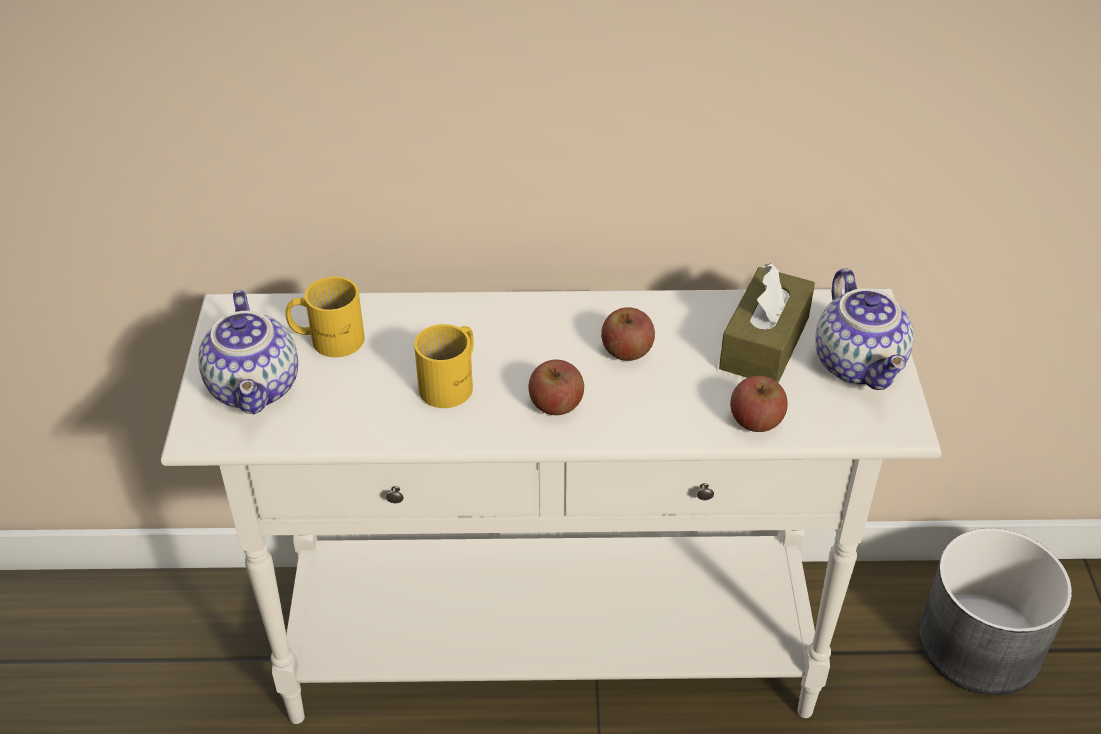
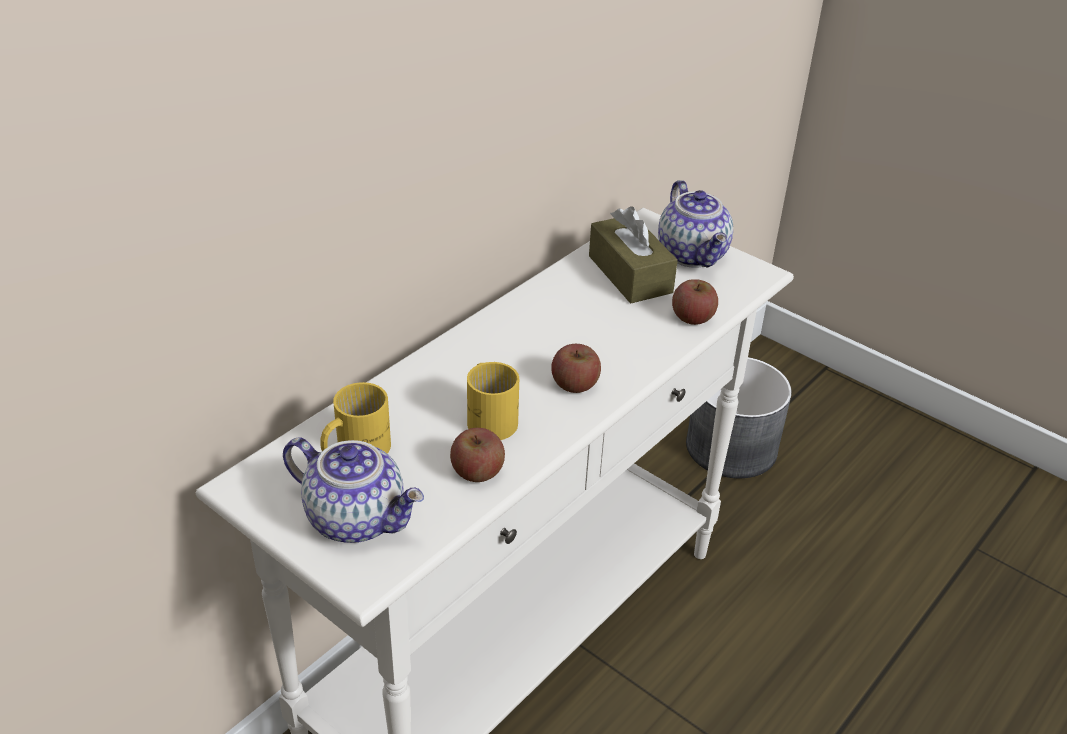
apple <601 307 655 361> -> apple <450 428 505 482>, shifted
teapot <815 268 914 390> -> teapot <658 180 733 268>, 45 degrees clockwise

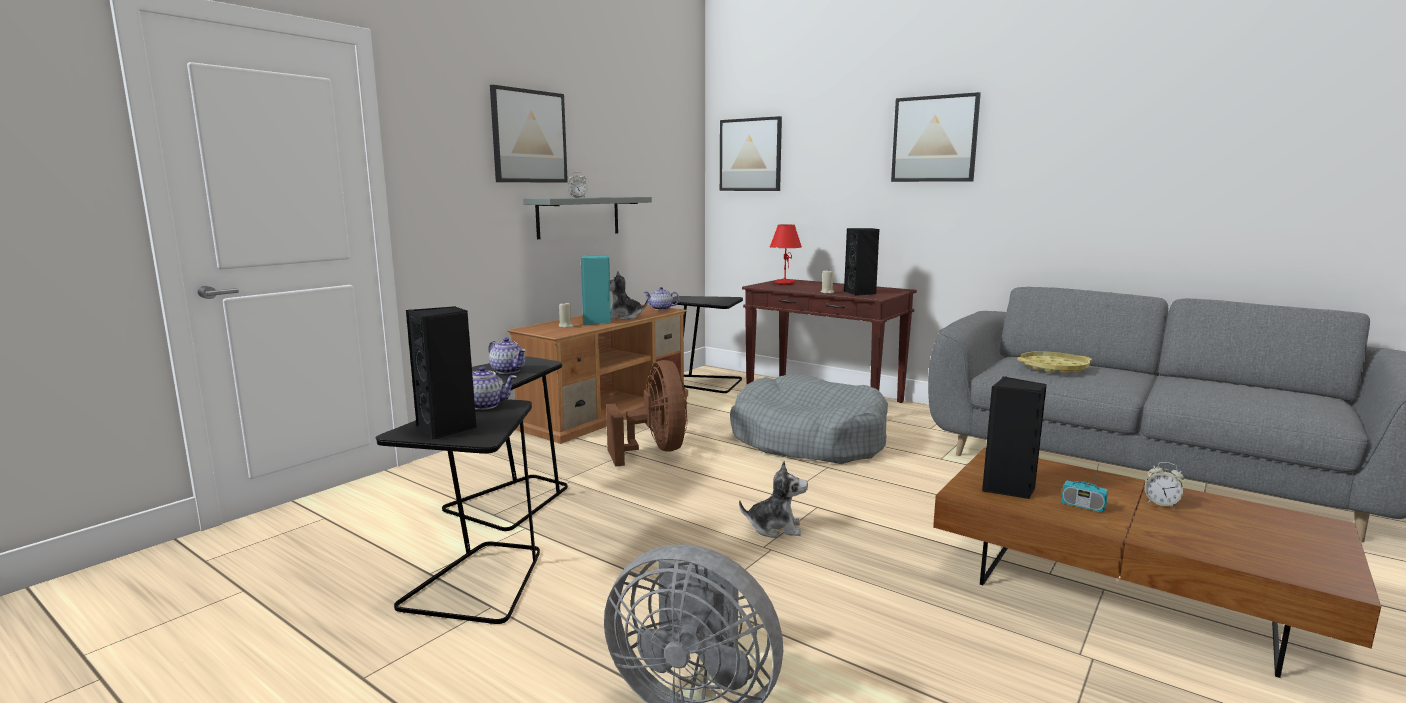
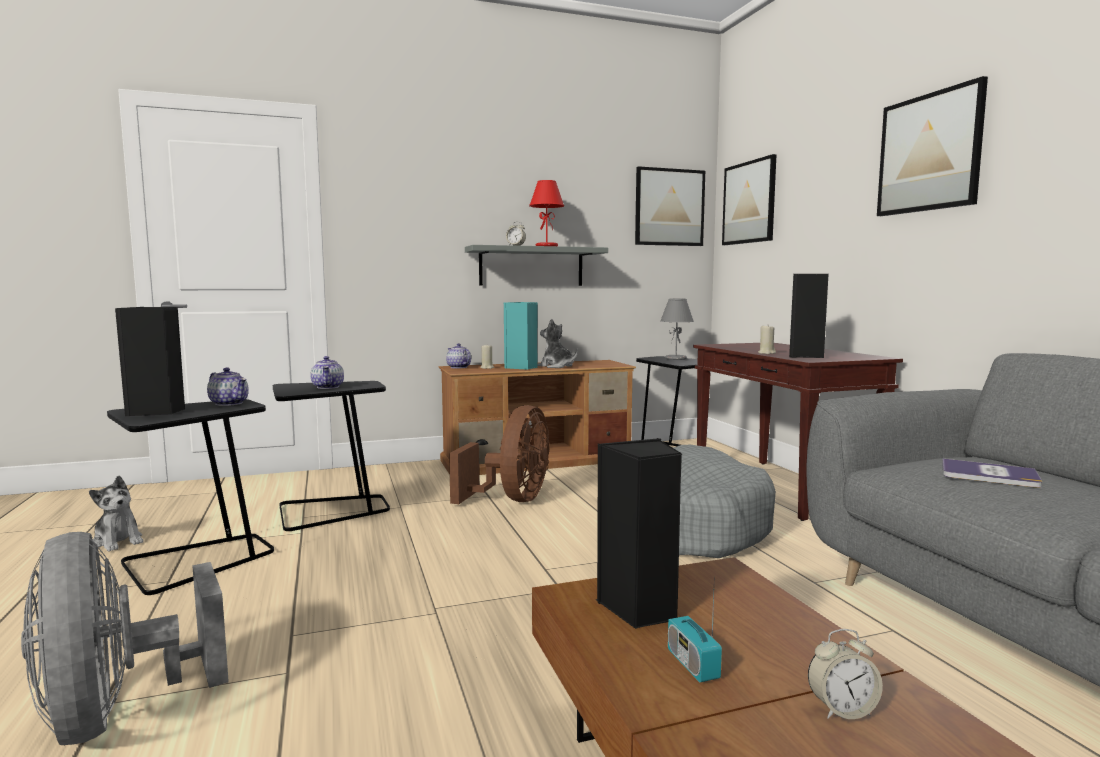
picture <490 85 568 183> -> picture <635 166 705 246>, shifted
teapot <644 287 679 310> -> teapot <446 343 471 369>, shifted
plush toy <739 461 808 538> -> plush toy <89 476 143 552>, shifted
red table lamp <770 224 802 285> -> red table lamp <529 180 564 246>, shifted
yellow tray <1017 351 1092 374> -> book <942 459 1042 488>
alarm clock <1144 462 1184 508> -> alarm clock <808 629 883 719>, 75 degrees counterclockwise
none -> grey table lamp <660 299 694 360>

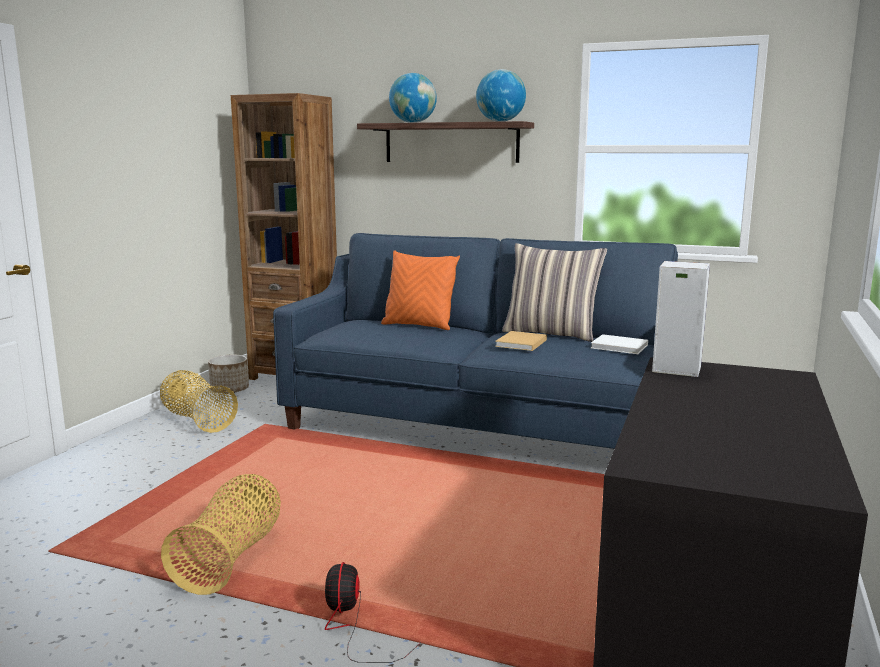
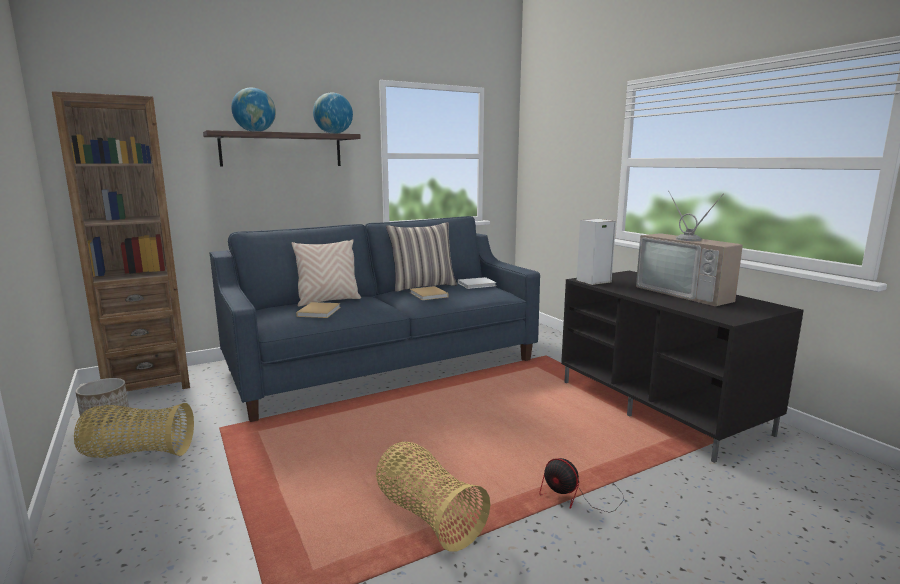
orange pillow <381 250 460 330> -> beige pillow <291 239 361 307>
none -> beige book <296 302 341 318>
none -> television <636 190 743 306>

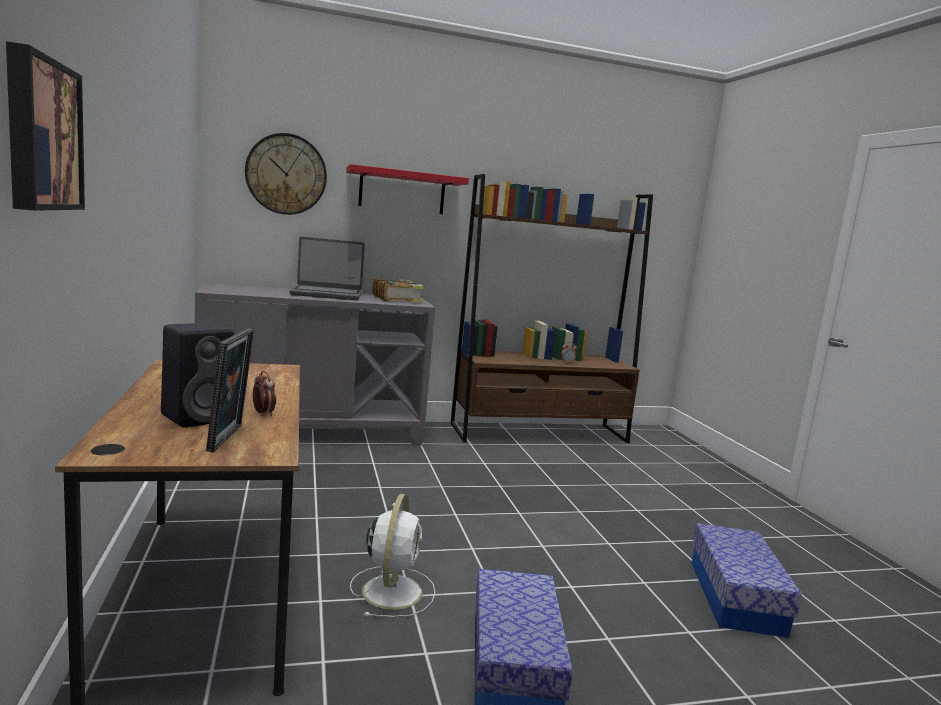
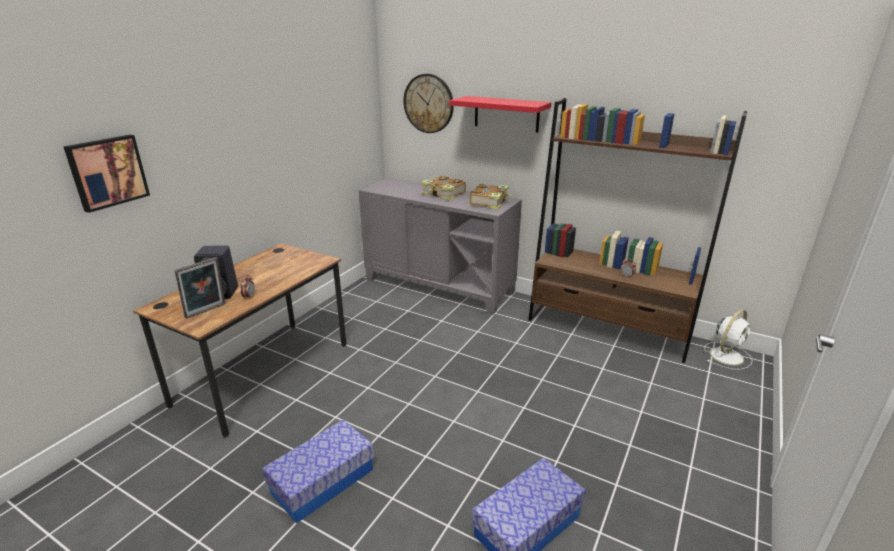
laptop <289 237 365 300> -> book <421 176 466 200>
white fan <350 494 435 617> -> white fan <704 309 752 370>, shifted

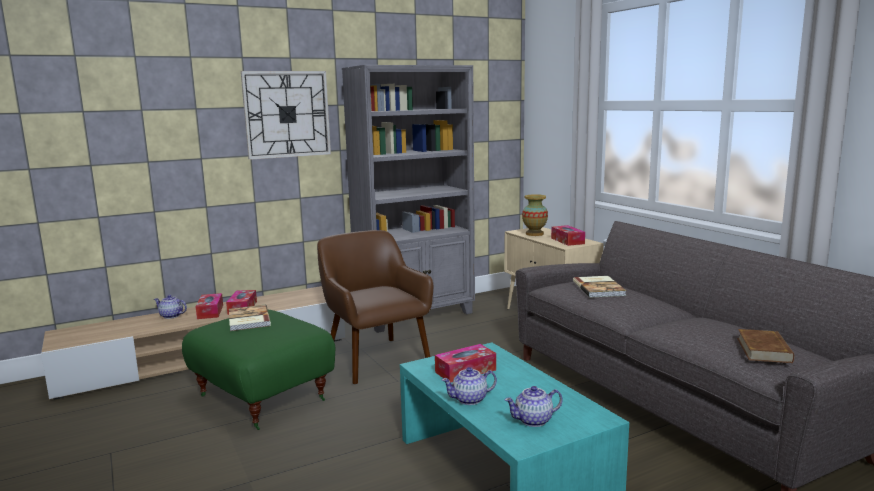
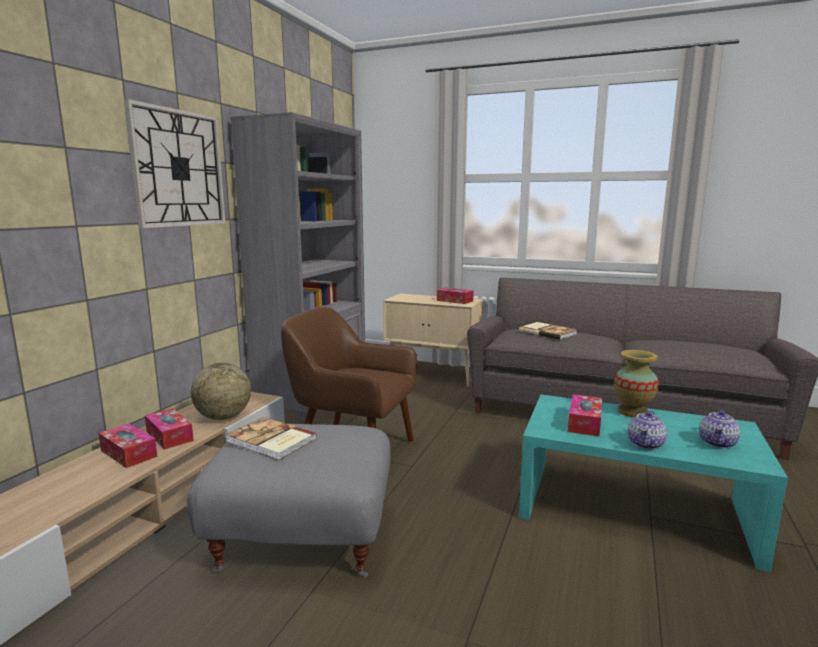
teapot <154 295 187 319> -> none
green ottoman <182 310 335 430> -> grey ottoman <187 424 390 578>
vase <522 194 548 236> -> vase <614 350 659 418>, shifted
brown book <737 329 794 363> -> none
none -> globe <191 363 251 420>

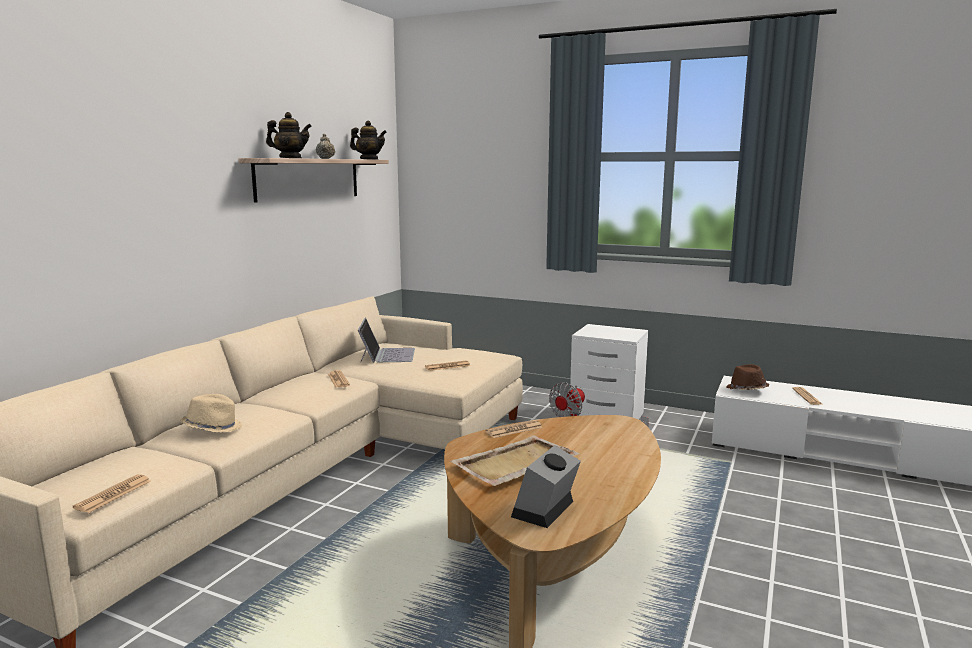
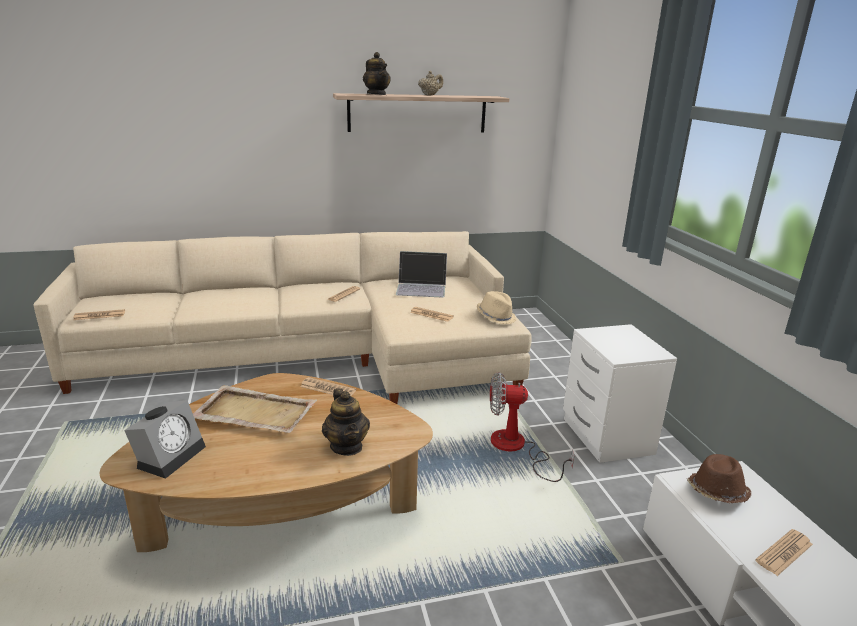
beige hat <180 394 243 433> -> beige hat <477 291 516 324>, shifted
teapot <350 121 387 160> -> teapot <322 388 370 456>, shifted
laptop <358 318 415 363> -> laptop <396 251 447 298>, 45 degrees clockwise
alarm clock <511 445 581 528> -> alarm clock <124 400 206 479>, 120 degrees clockwise

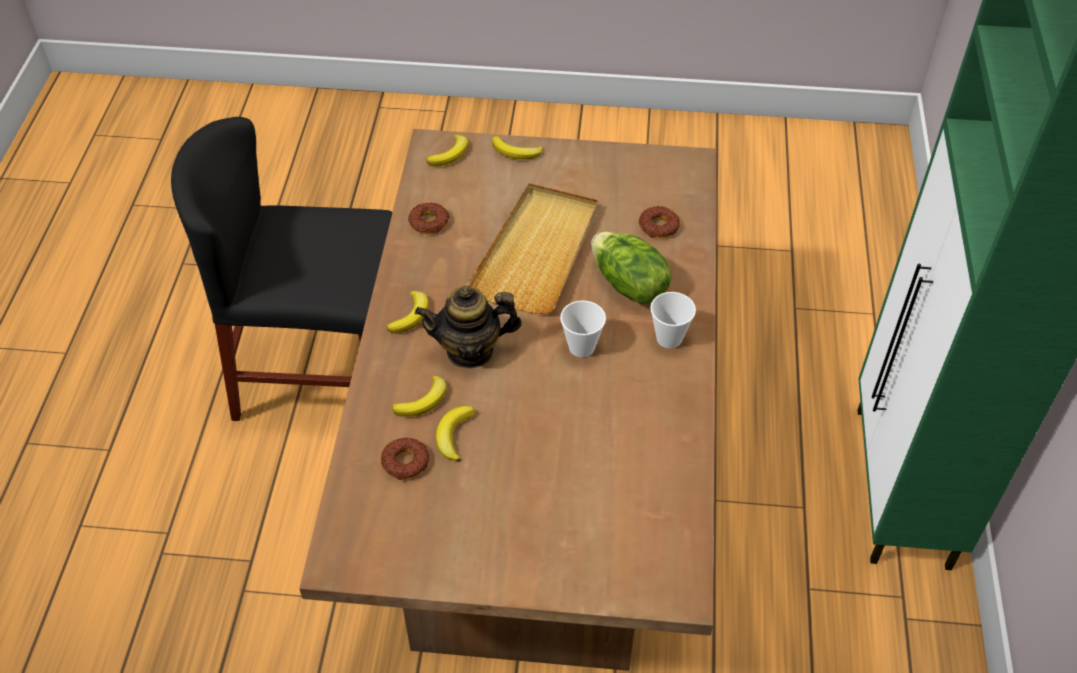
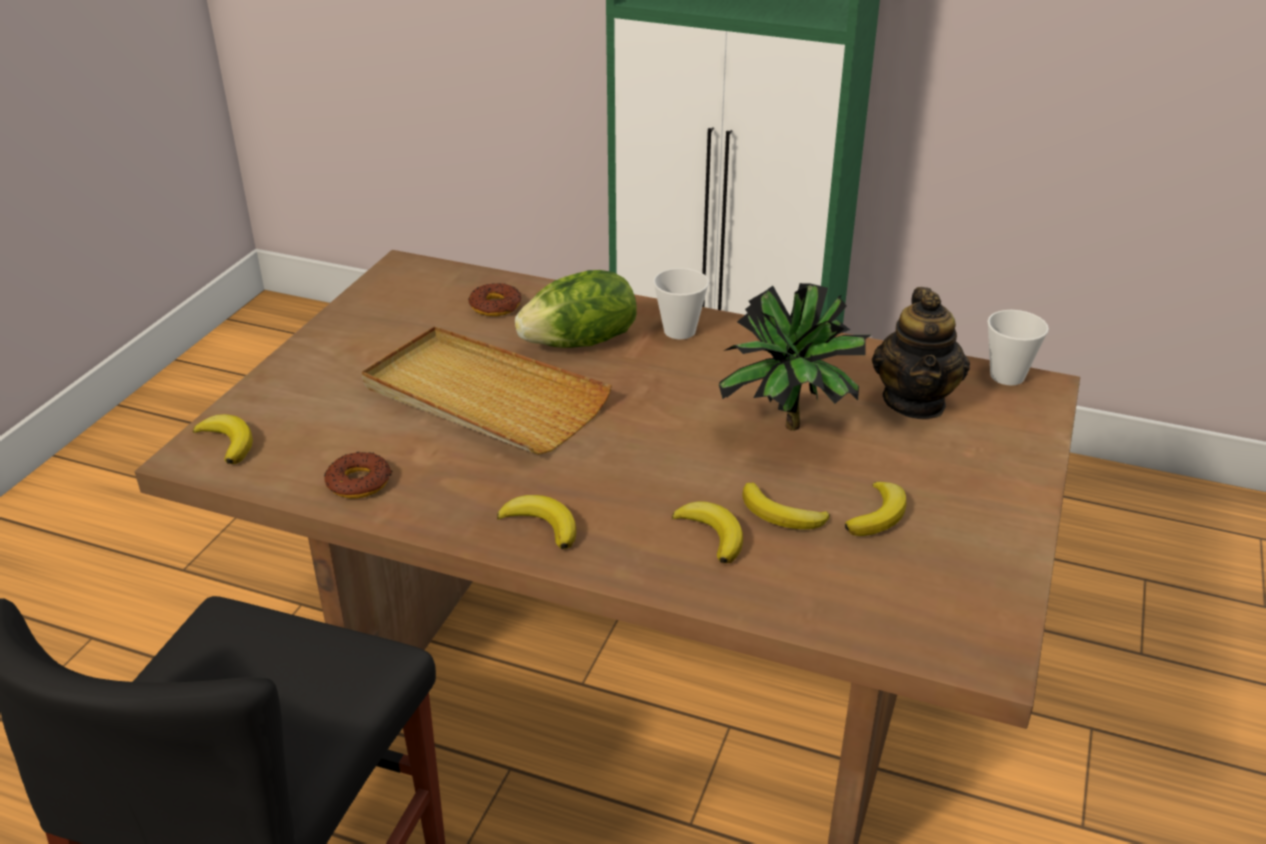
donut <381 438 429 480> -> none
teapot <415 286 522 369> -> teapot <872 287 970 419>, shifted
banana <492 136 543 160> -> banana <845 481 907 536>, shifted
cup <560 300 606 357> -> cup <987 310 1049 385>, shifted
none -> potted plant <719 283 871 431>

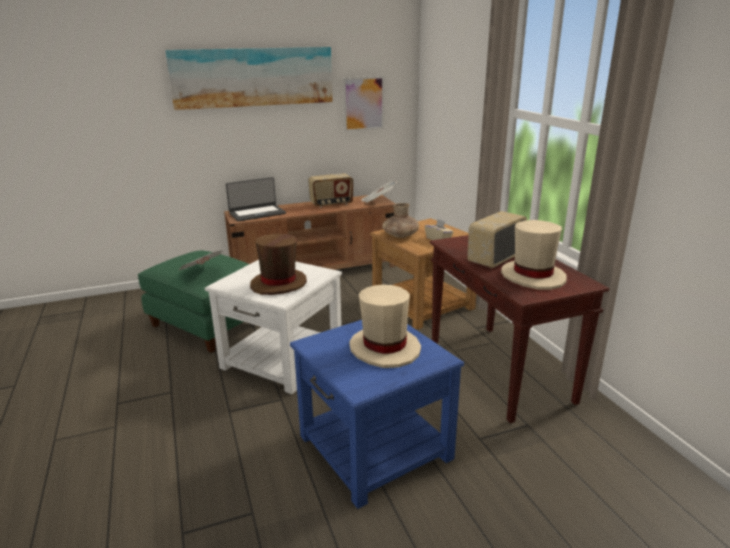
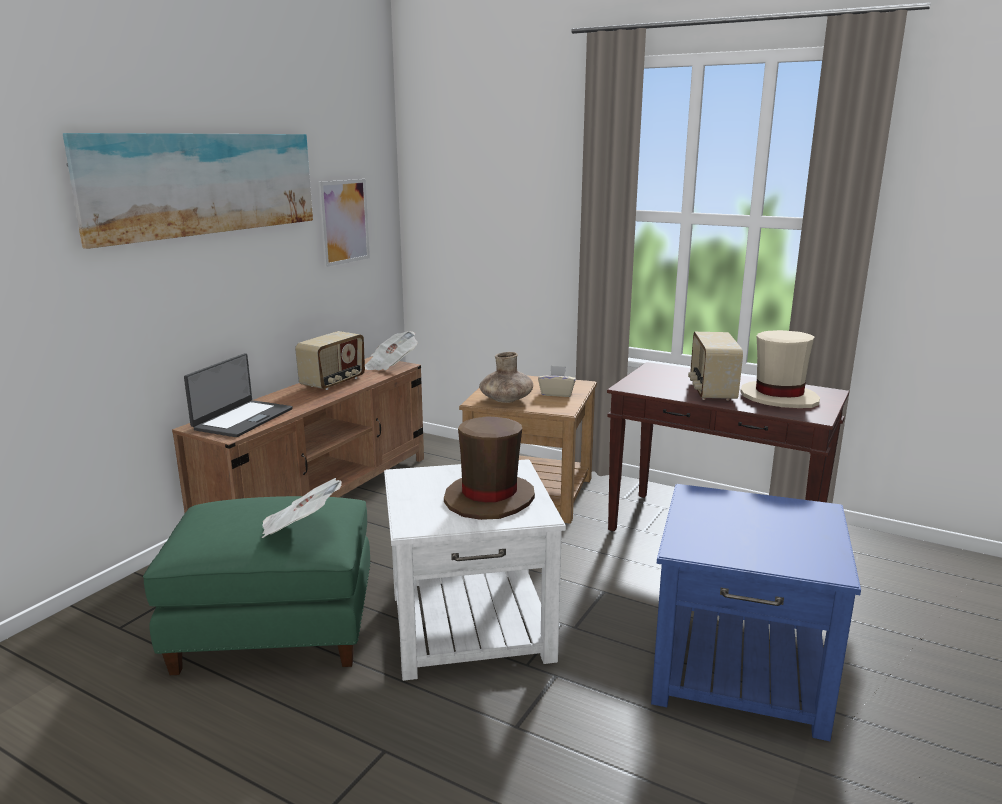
beige hat <349 285 421 368> -> none

